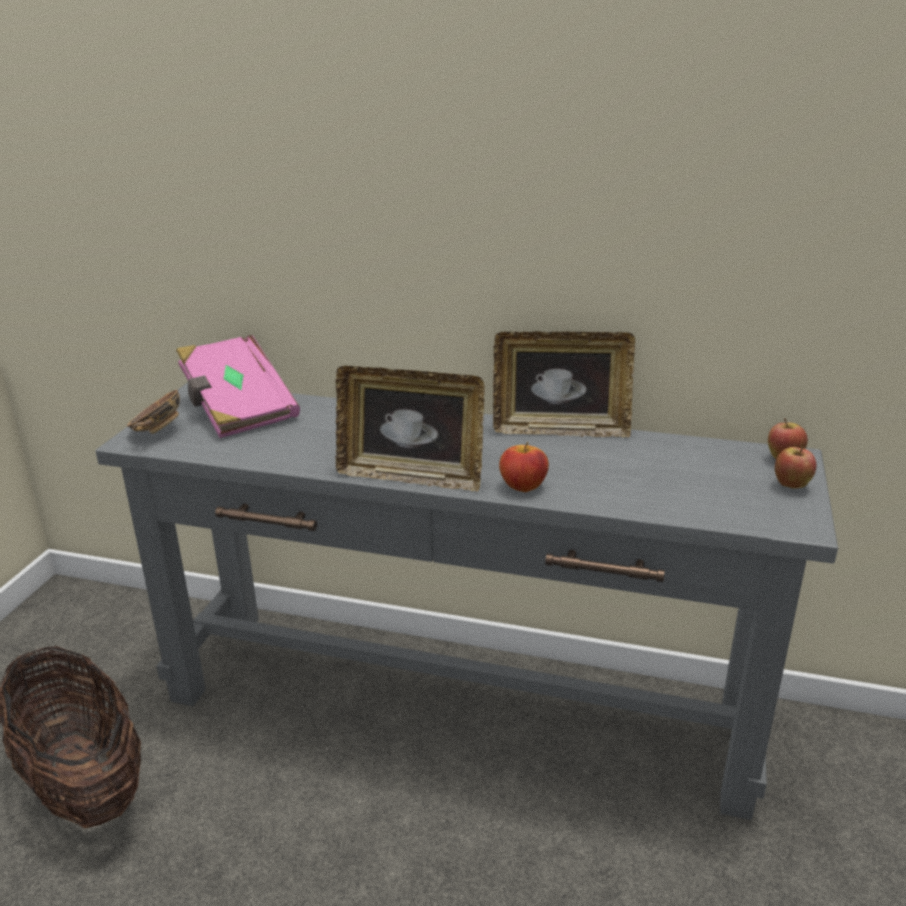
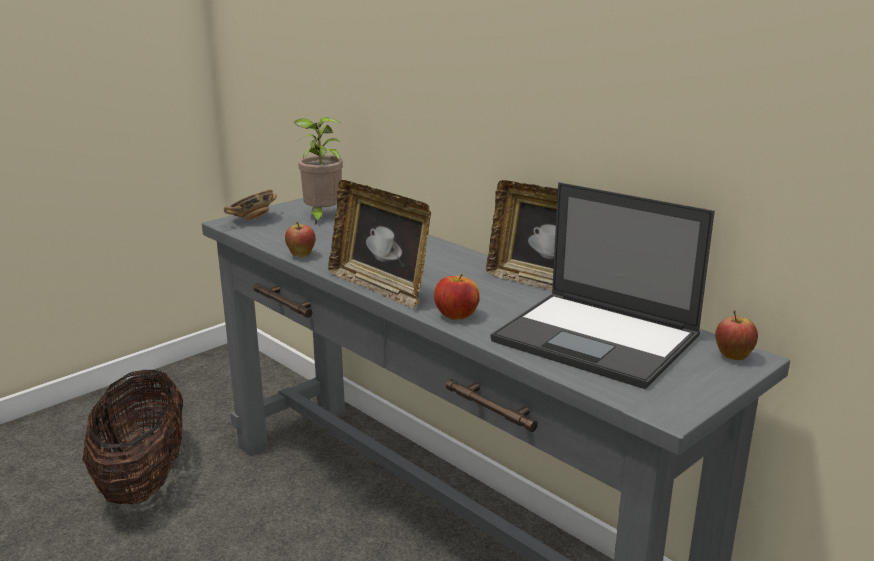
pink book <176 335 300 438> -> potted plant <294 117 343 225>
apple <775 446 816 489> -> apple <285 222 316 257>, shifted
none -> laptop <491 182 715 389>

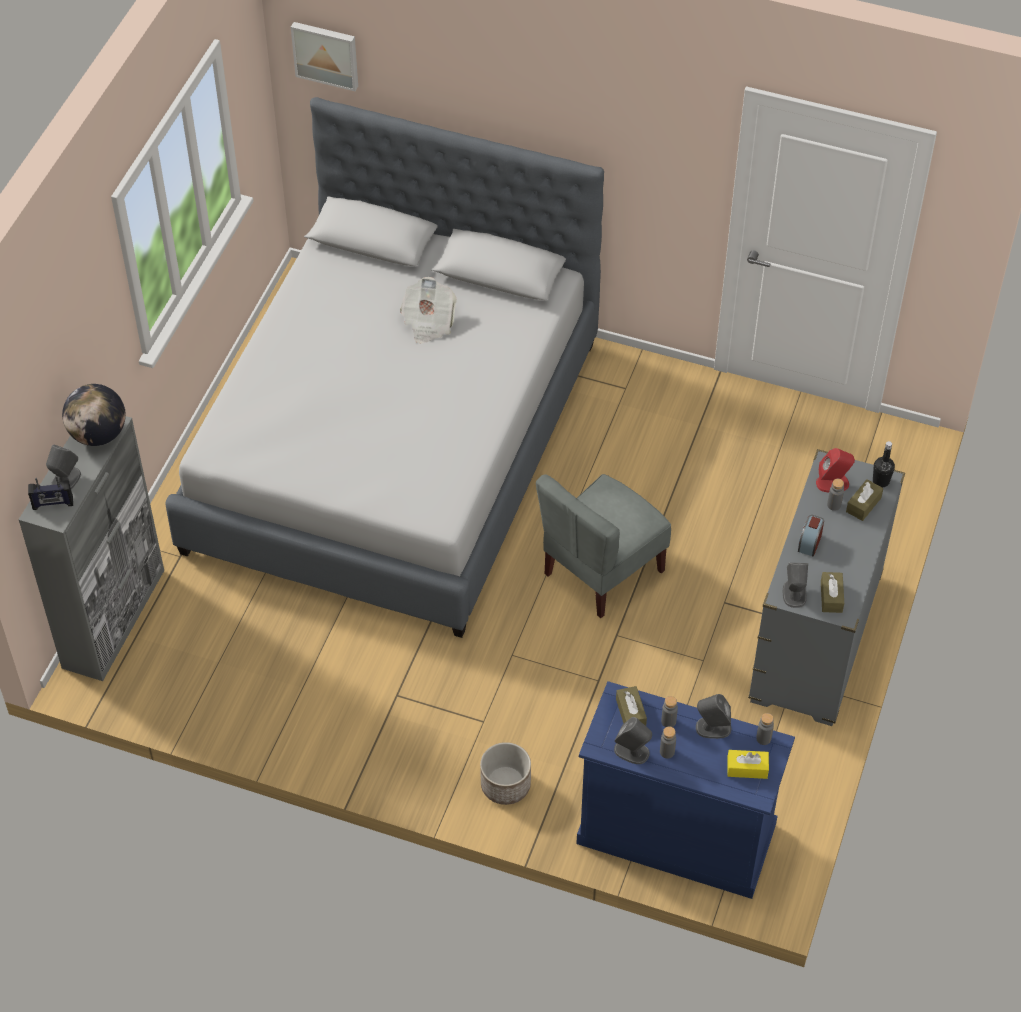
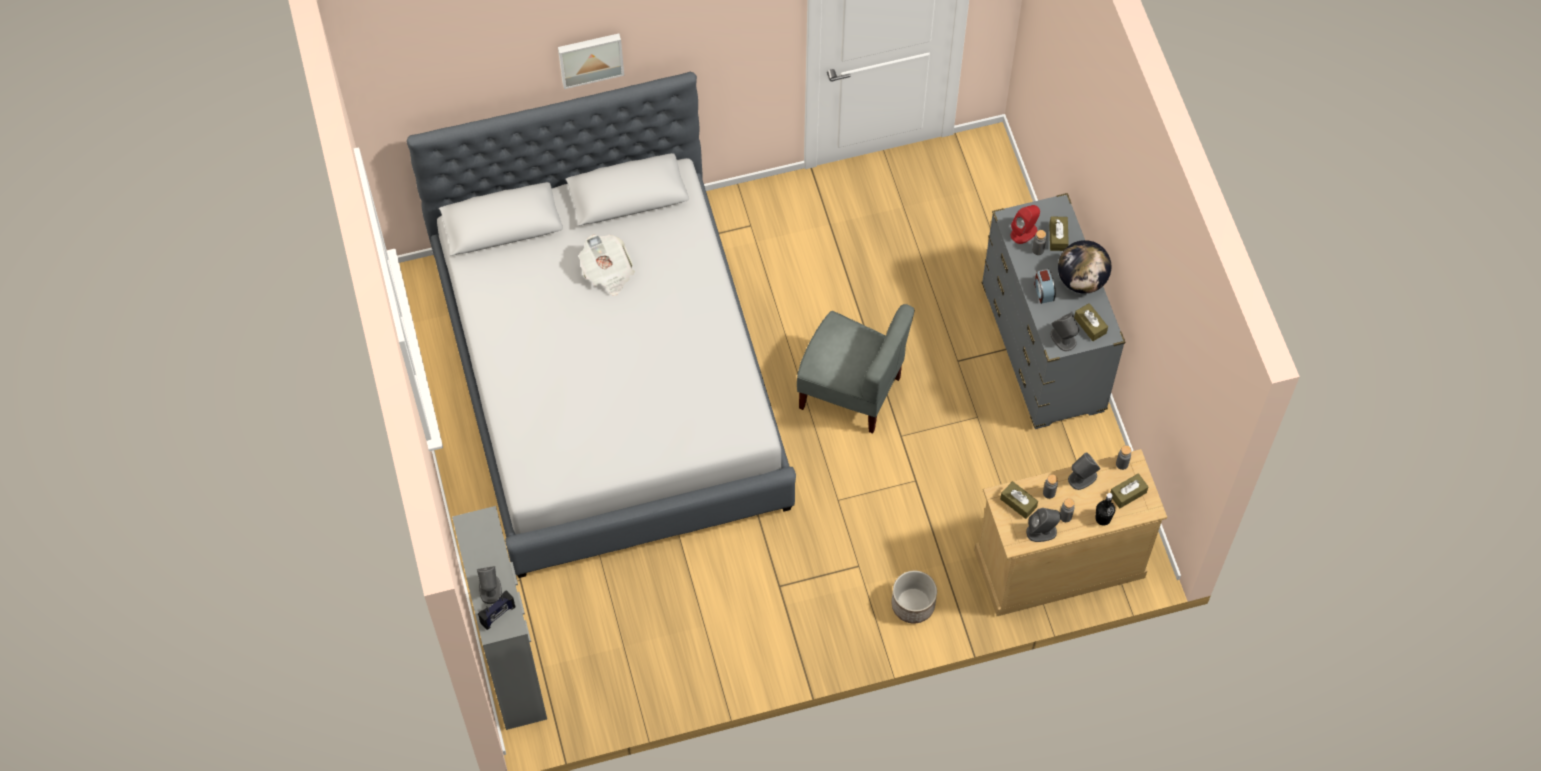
globe <62 384 126 446> -> globe <1058 240 1111 294>, shifted
picture <291 22 358 91> -> picture <558 33 624 89>, shifted
grey chair <536 474 671 618> -> grey chair <797 304 915 434>, 75 degrees counterclockwise
blue dresser <576 681 795 899> -> beige dresser <974 449 1167 616>
yellow tissue box <727 750 769 779> -> brown tissue box <1110 473 1148 508>
black bottle <873 441 895 488> -> black bottle <1095 493 1115 526>, shifted

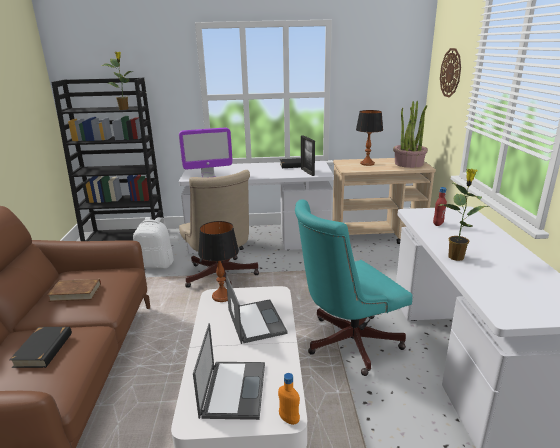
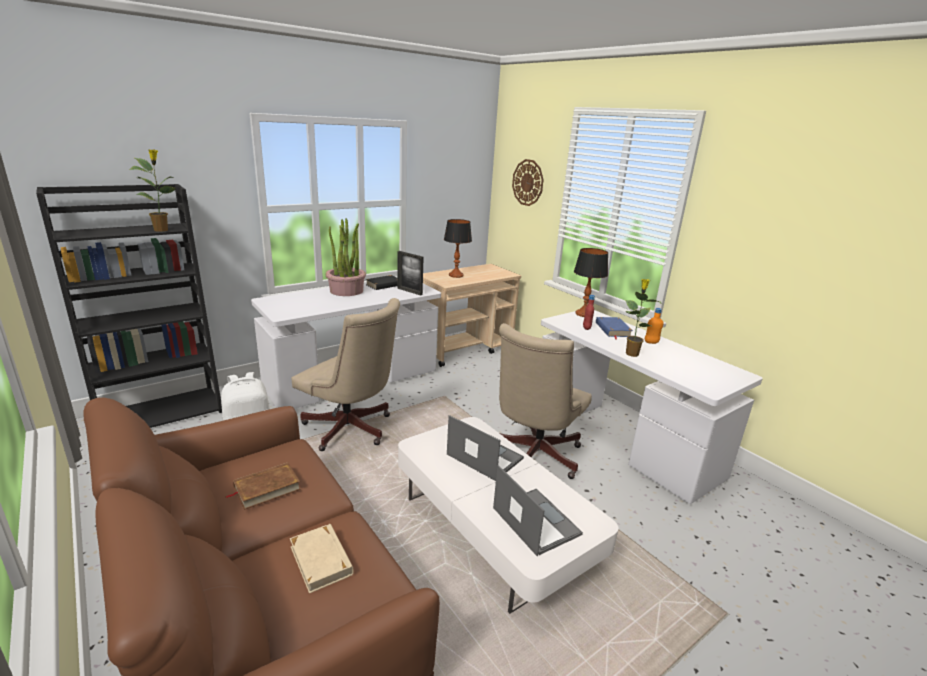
black book <10 327 72 368> -> beige book <290 524 354 593>
monitor <179 128 233 177> -> none
table lamp <198 221 239 302> -> table lamp <574 248 608 317>, shifted
orange bottle <278 373 300 425> -> orange bottle <645 308 663 344>, shifted
turquoise office chair <295 199 412 376> -> beige office chair <499 323 592 479>
potted plant <393 101 428 168> -> potted plant <326 218 366 296>, shifted
none -> blue book <596 317 633 339>

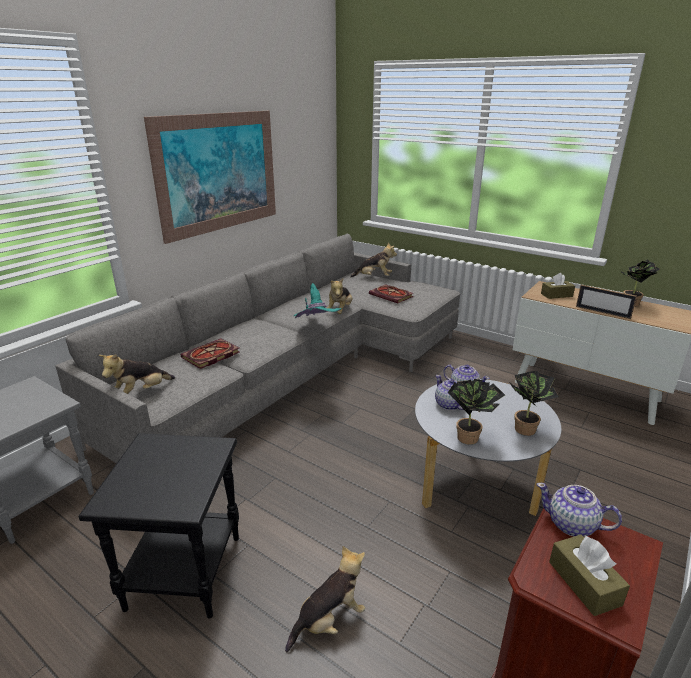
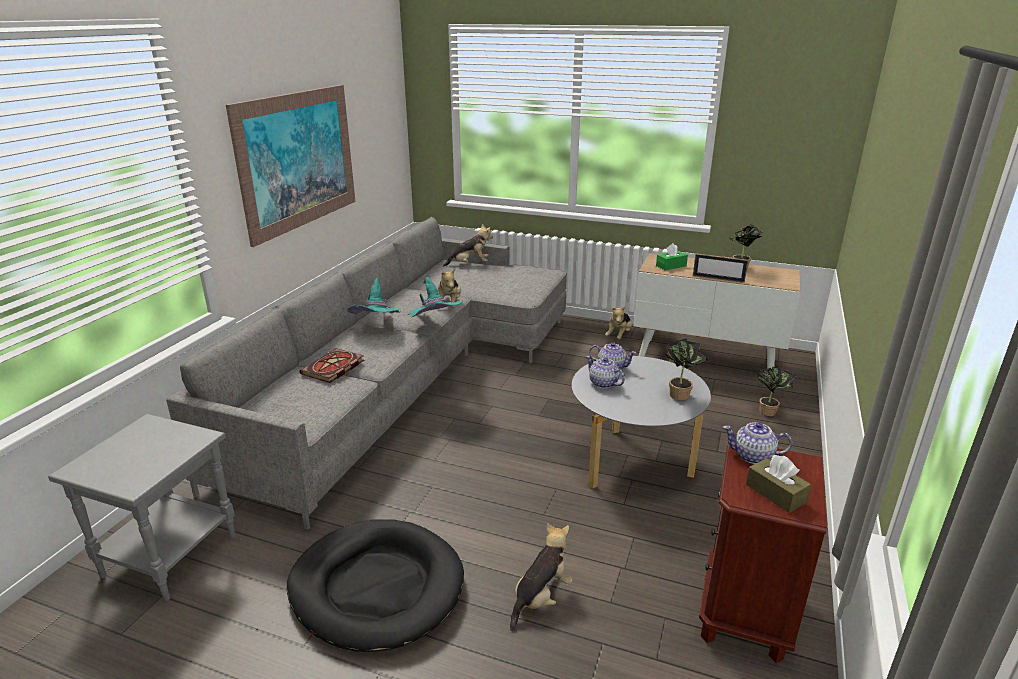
black side table <79 433 239 619> -> black dog bed <287 519 464 652>
plush toy <98 354 175 394> -> plush toy <605 306 632 339>, shifted
book <369 284 413 303> -> none
potted plant <448 379 505 445> -> potted plant <756 367 796 416>, shifted
brown tissue box <541 273 575 299> -> green tissue box <656 243 688 270>
none -> turquoise hat <347 278 400 314>

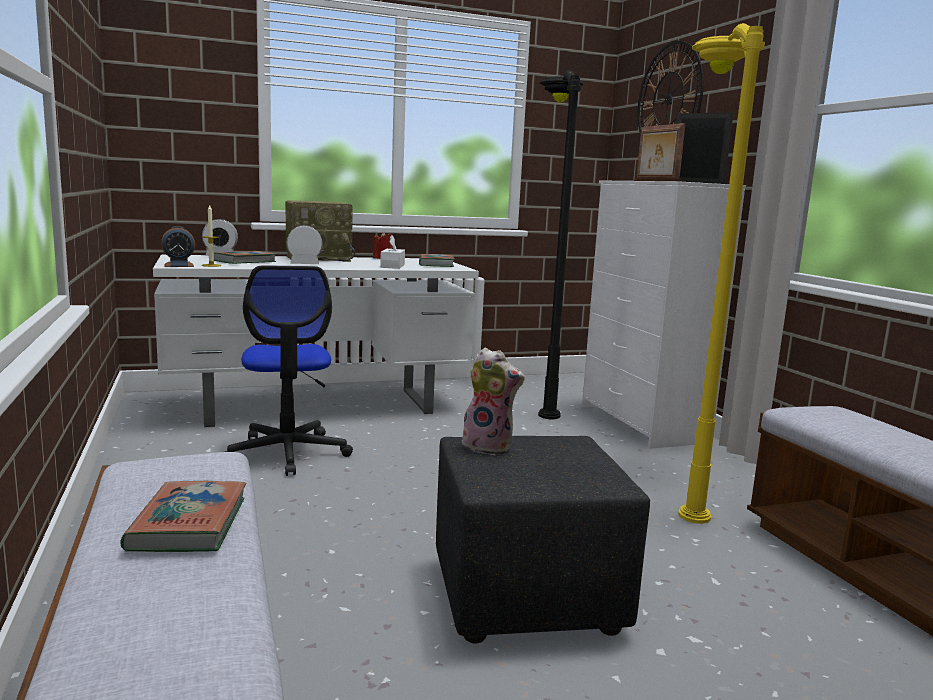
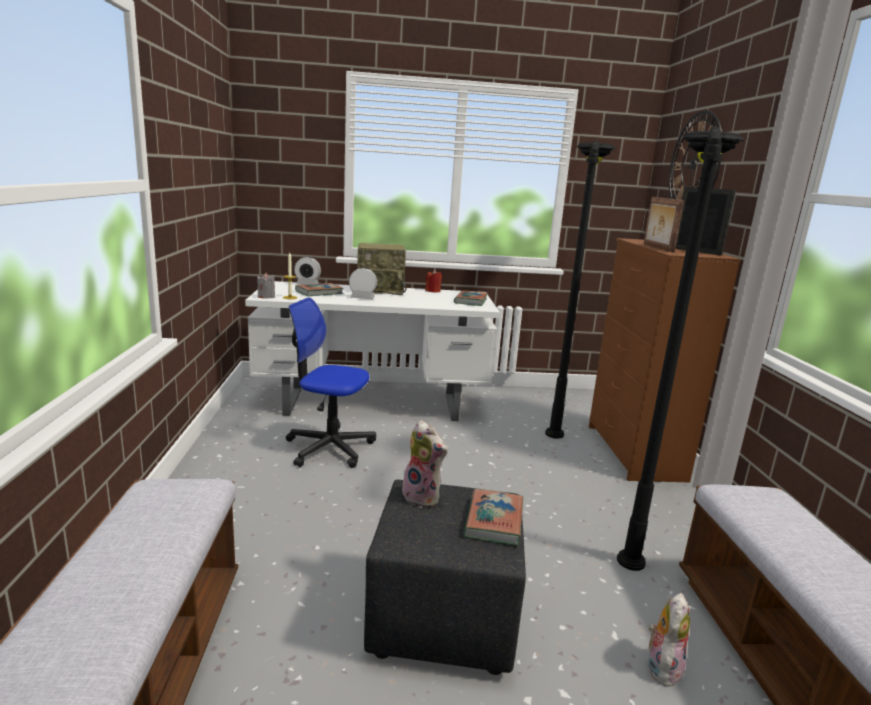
book <120 481 246 552> -> book <463 489 523 545>, shifted
alarm clock <161 226 195 267> -> grey candle <257 273 275 299>
office chair <225 265 353 476> -> office chair <286 298 376 468>, 105 degrees clockwise
white tissue box <380 235 405 269> -> none
white dresser <582 180 746 449> -> brown dresser <588 238 741 482>
yellow floor lamp <678 23 765 524> -> black floor lamp <617 127 745 571>
none -> plush toy <649 593 690 687>

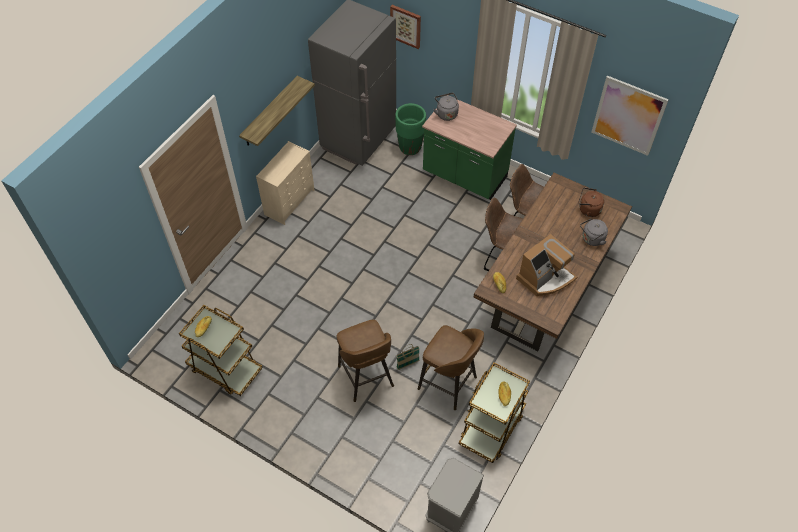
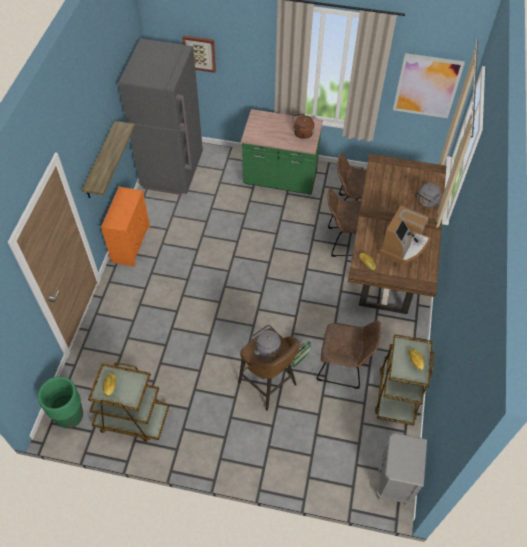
beige dresser <256 141 314 225> -> orange dresser <101 187 150 267>
green planter <395 103 426 155> -> green planter <38 376 83 428>, shifted
brown stool <418 325 484 410> -> brown chair <317 321 381 389>
grey kettle <434 93 459 121> -> grey kettle <251 325 281 359>, shifted
brown kettle <579 188 604 217> -> brown kettle <293 113 314 139>, shifted

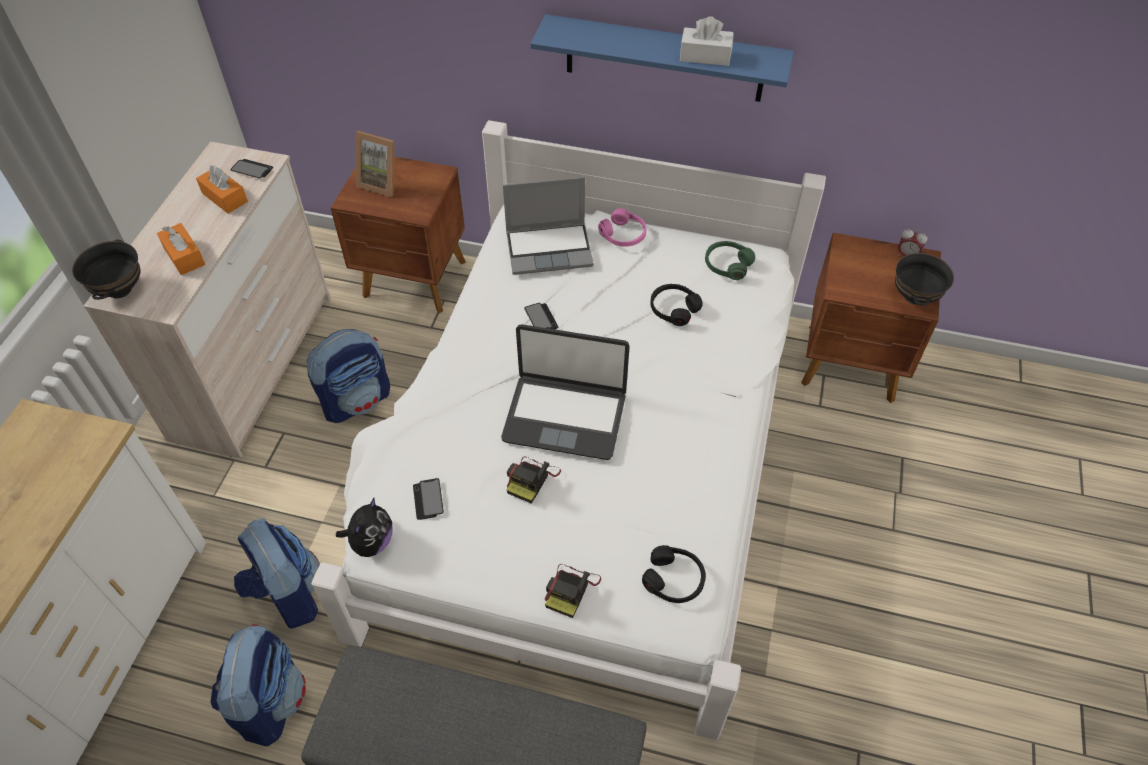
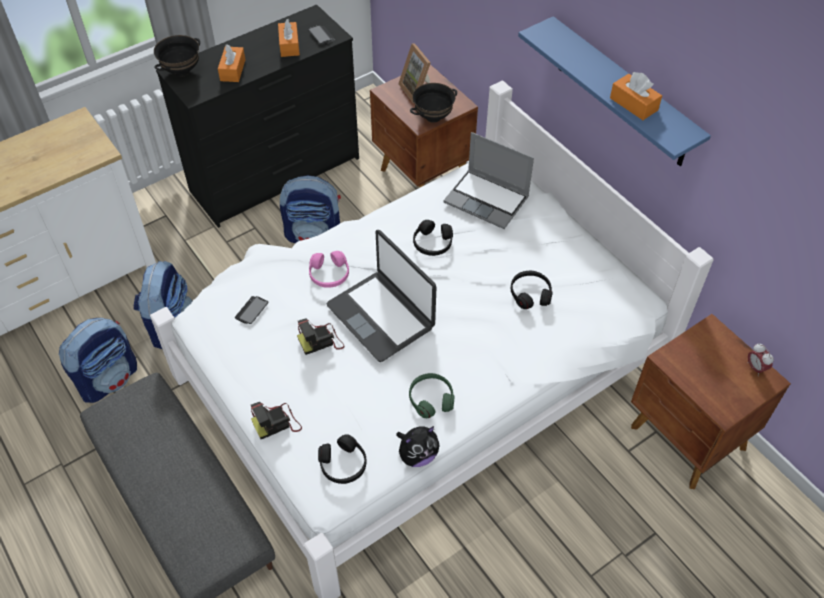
beige dresser <84 142 331 458> -> black dresser <156 5 359 228>
plush toy <336 497 392 557> -> plush toy <396 426 440 467>, shifted
phone <524 303 559 329> -> black headphones <413 220 453 256>
pink headphones <598 208 646 247> -> pink headphones <309 251 349 288>, shifted
white tissue box <680 16 734 66> -> orange tissue box <610 72 662 120>
green headphones <705 241 755 280> -> green headphones <409 373 455 418>, shifted
black bowl <895 252 954 306> -> black bowl <410 83 457 123>, shifted

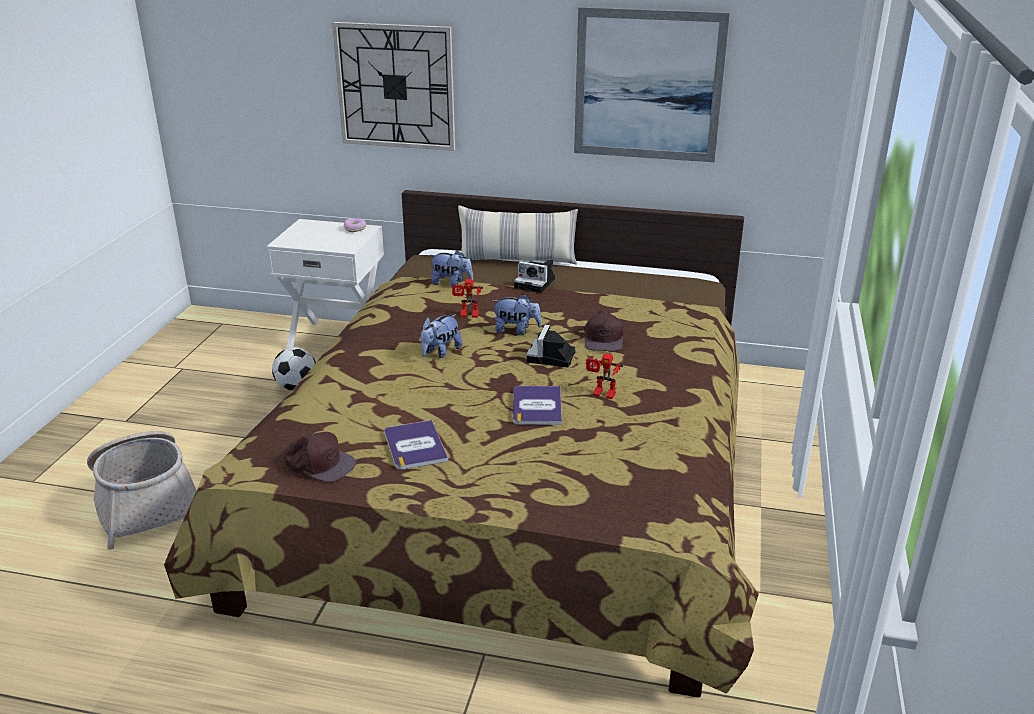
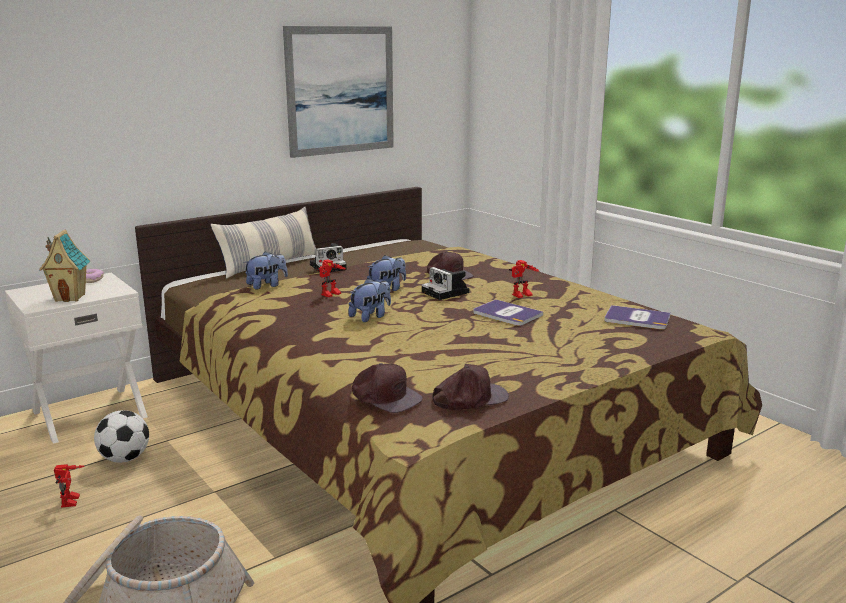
wall clock <332 22 455 151> -> none
book <384 420 448 470> -> book <604 305 671 330>, shifted
plush toy <421 314 462 358> -> plush toy <348 278 391 322>, 120 degrees counterclockwise
none -> toy house <39 230 90 302>
none -> toy robot <54 464 85 508>
none -> brown cap <352 363 423 413>

